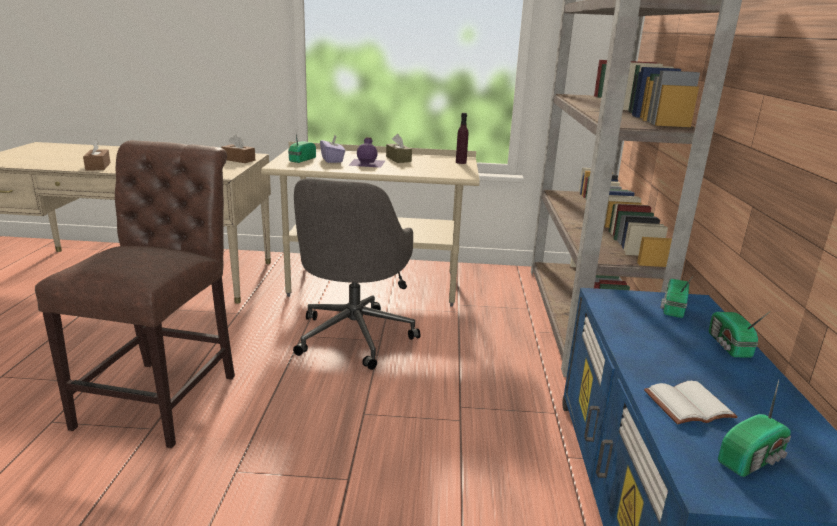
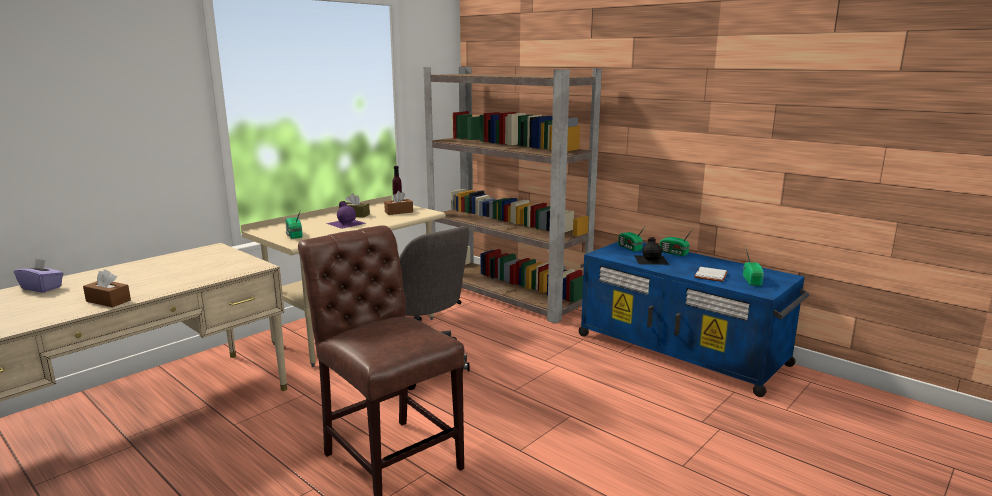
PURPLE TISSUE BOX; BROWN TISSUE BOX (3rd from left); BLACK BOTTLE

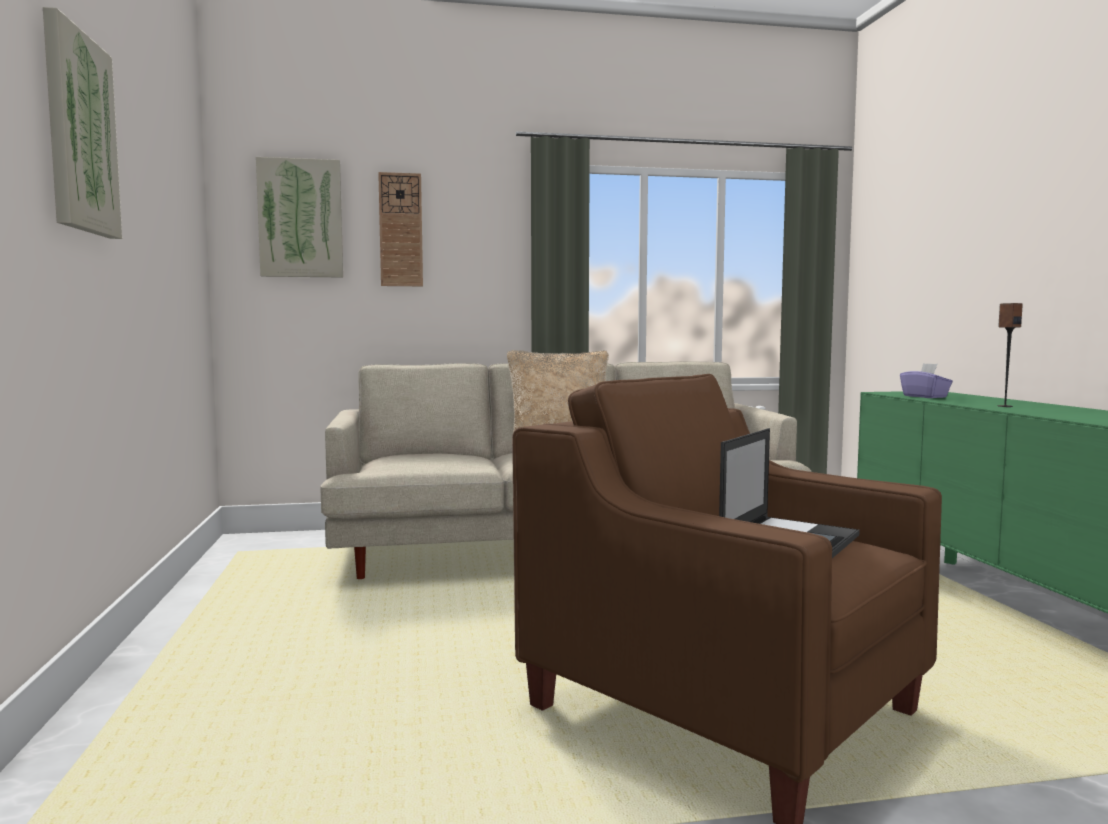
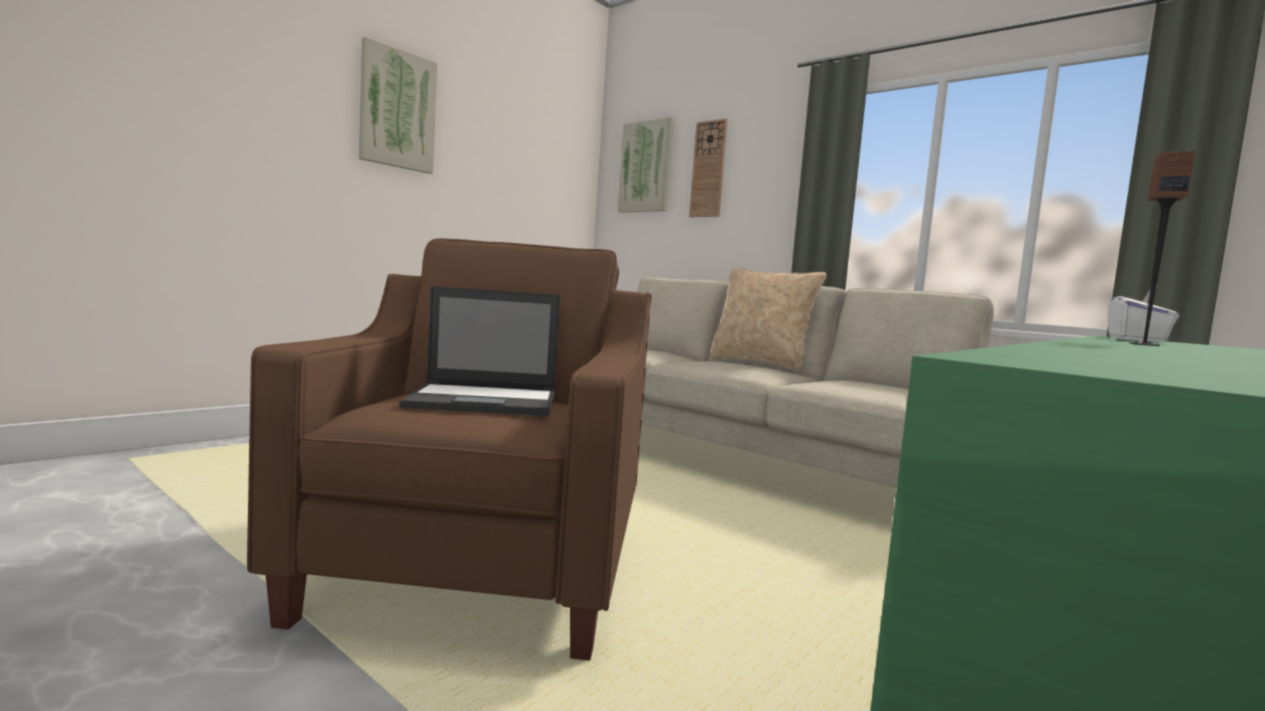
WHITE TISSUE BOX

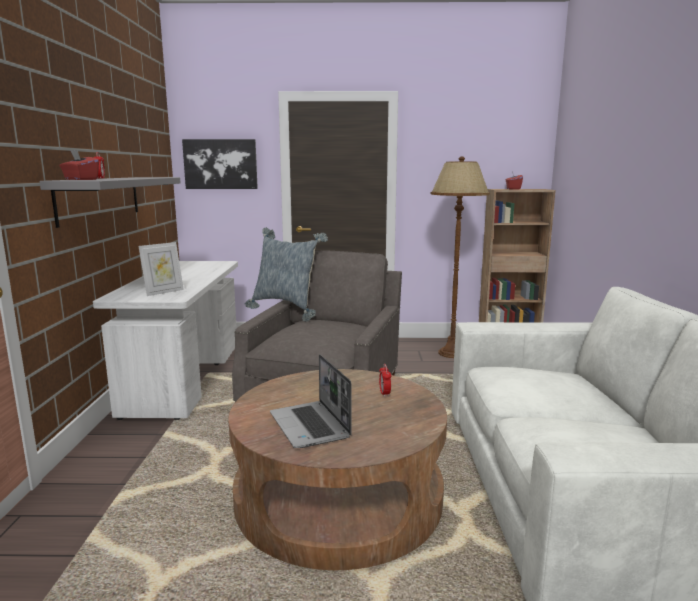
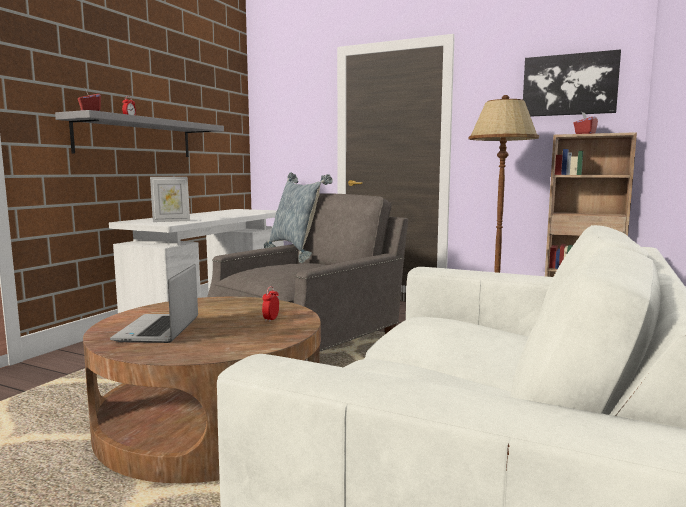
PICTURE

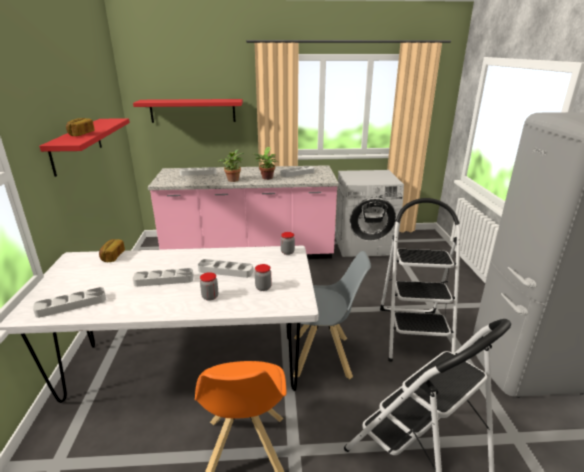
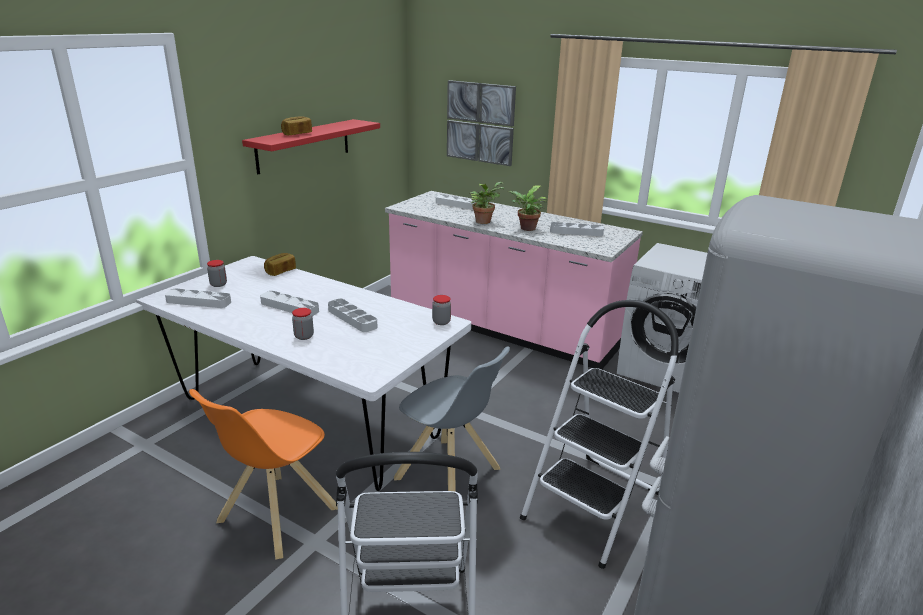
JAR (1st from left); PICTURE

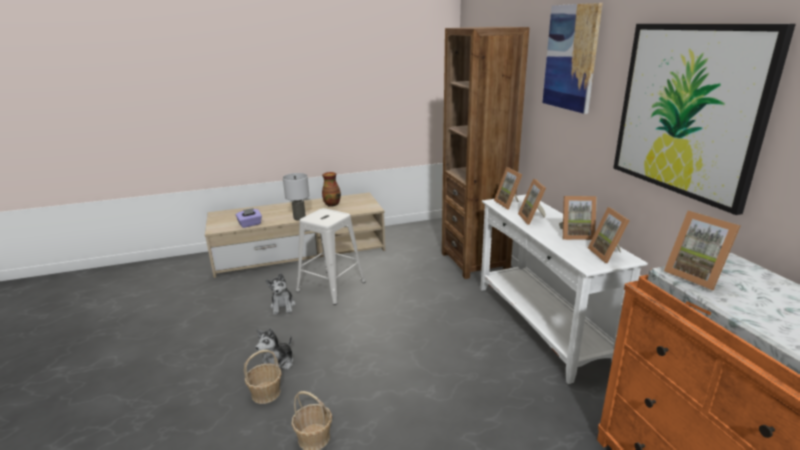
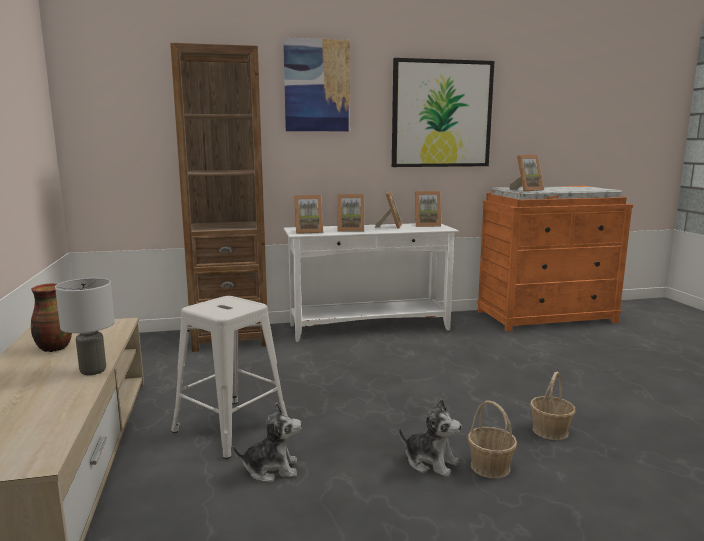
PURPLE TISSUE BOX

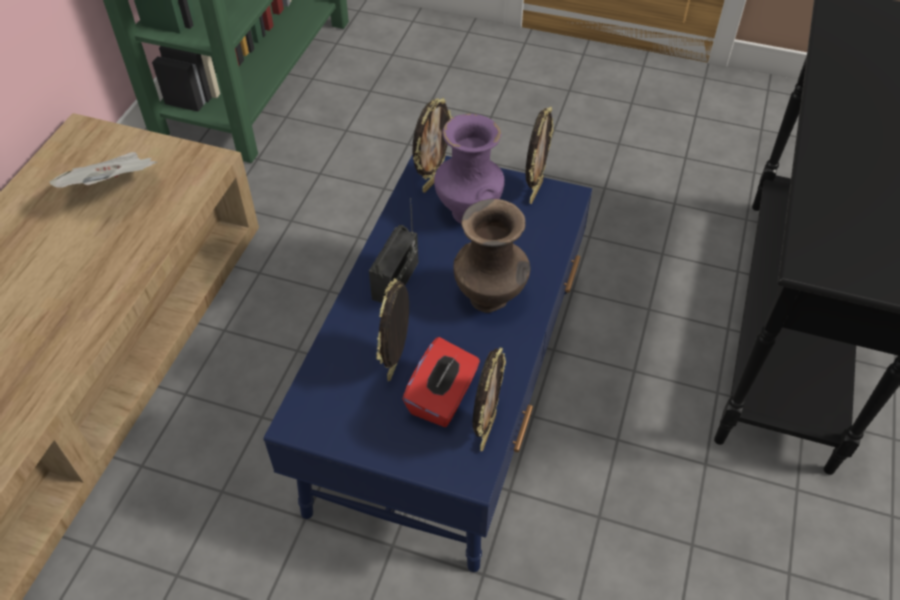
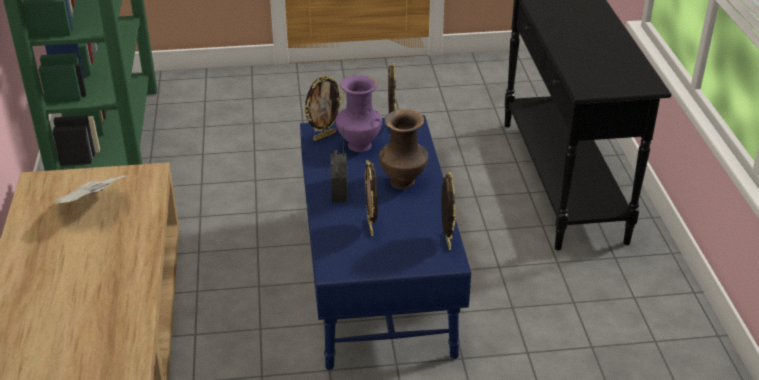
PICTURE FRAME (1st from left); RED TISSUE BOX

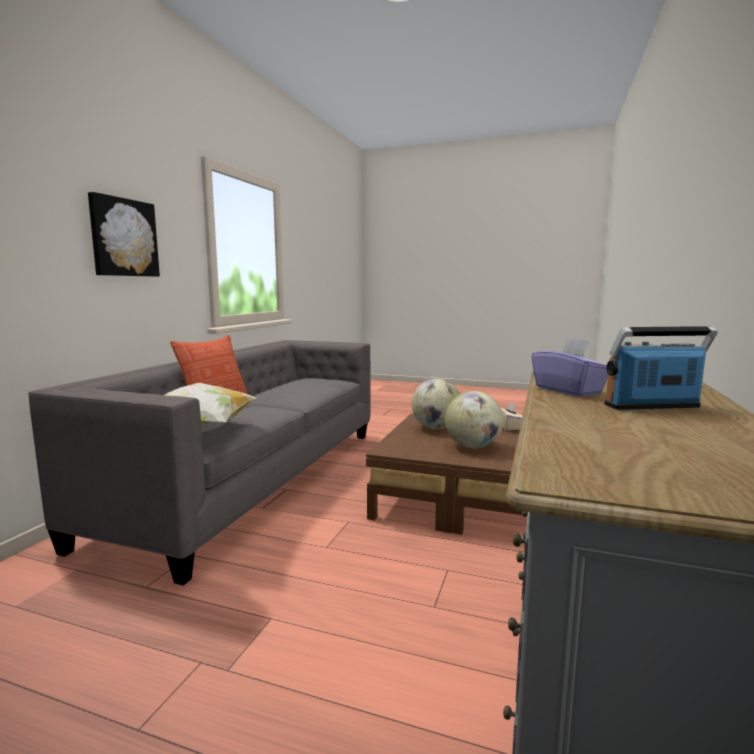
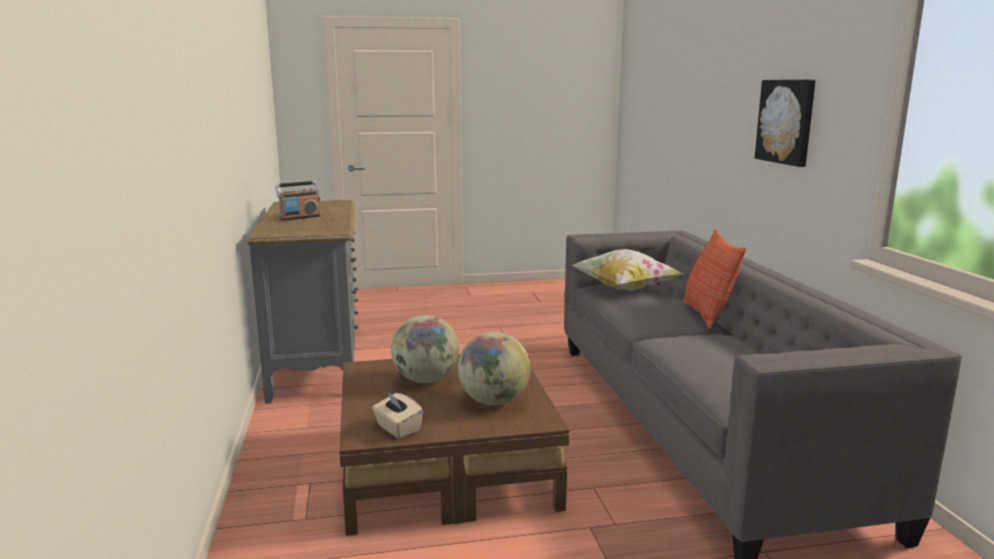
PURPLE TISSUE BOX

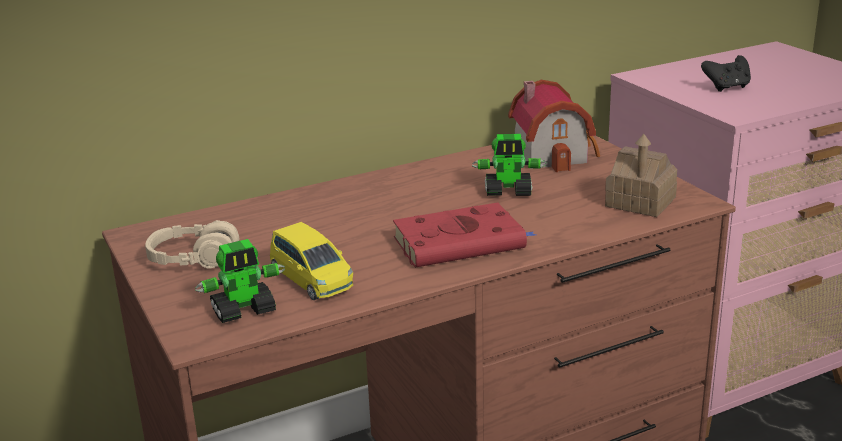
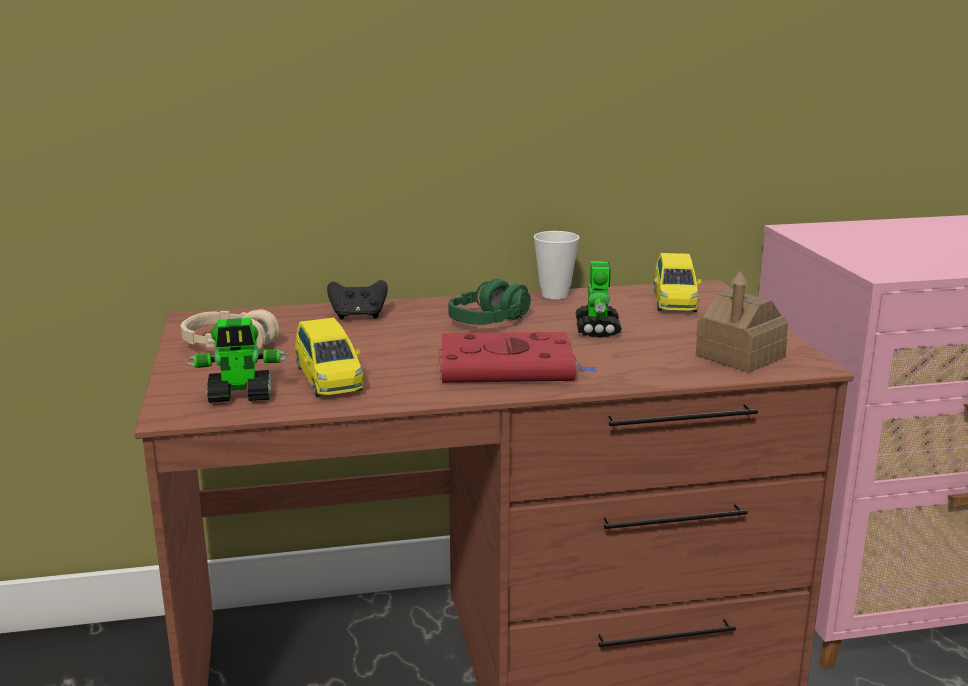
BLACK GAME CONTROLLER; GREEN HEADPHONES; CUP; TOY ROBOT (2nd from left); YELLOW TOY CAR (2nd from left)

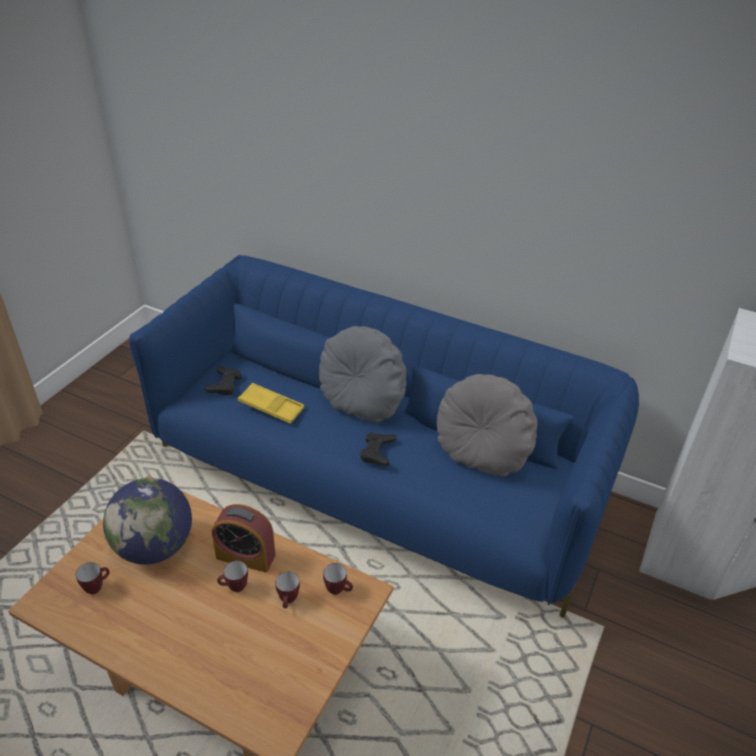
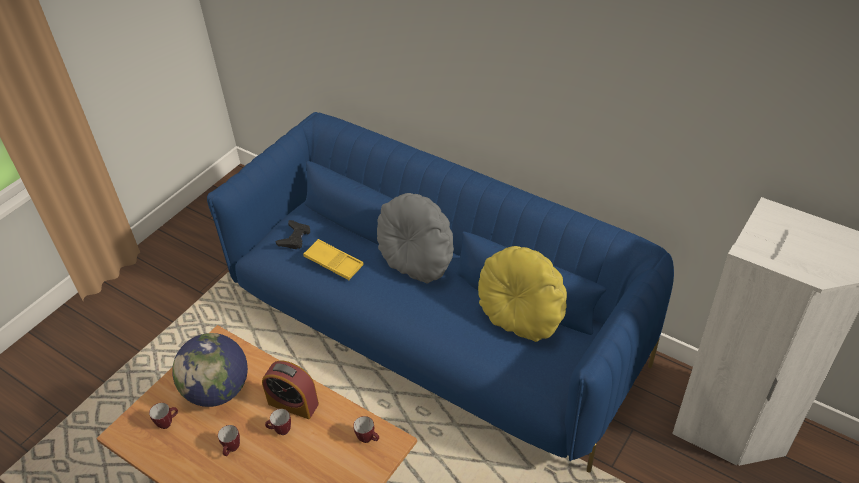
MUG (2nd from left); YELLOW PILLOW; BLACK GAME CONTROLLER (2nd from left in the first image)

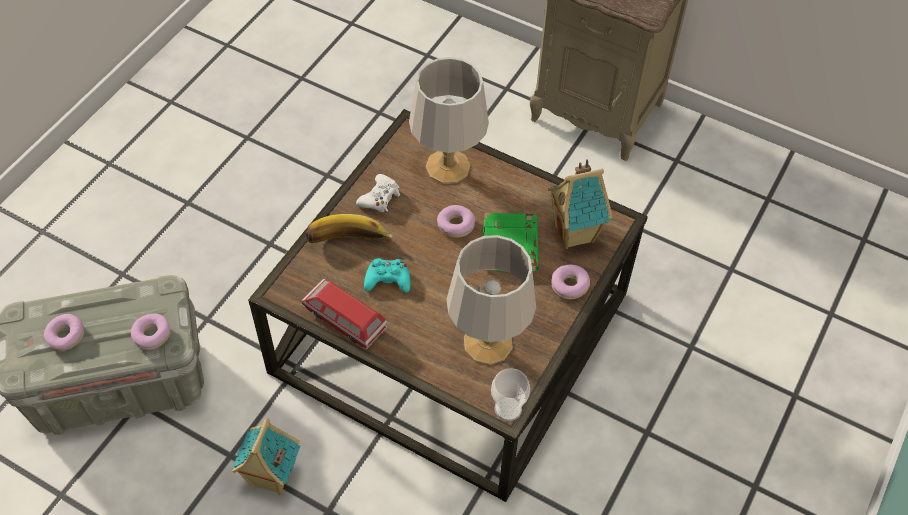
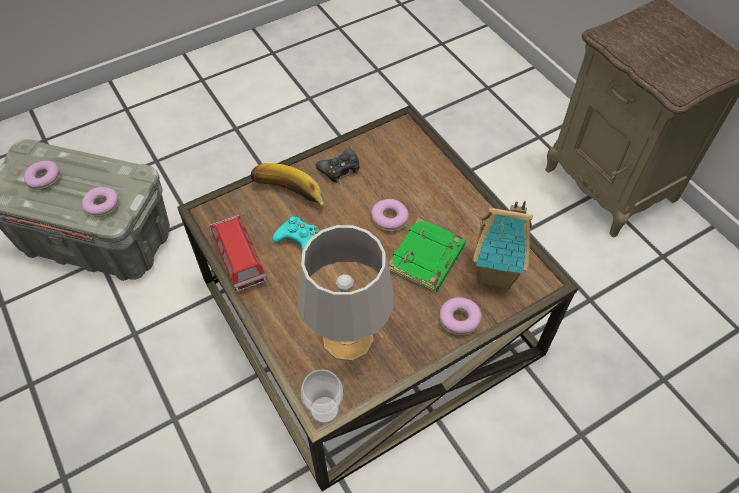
BLACK GAME CONTROLLER; TOY HOUSE (1st from left in the first image); GREY TABLE LAMP (1st from left in the first image)

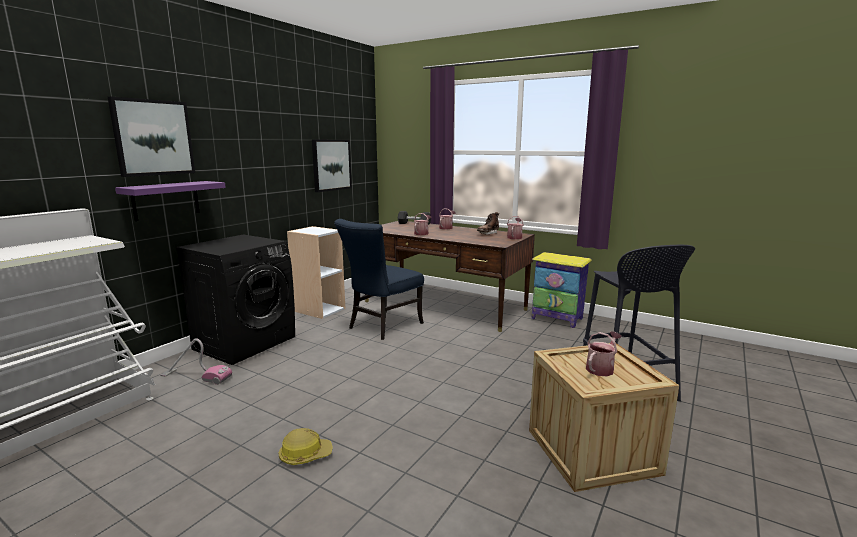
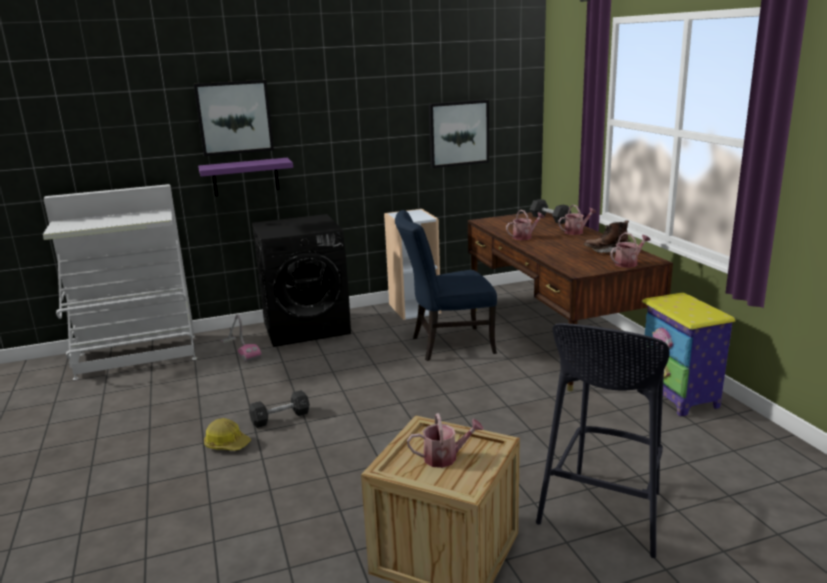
BLACK DUMBBELL (1st from left)

